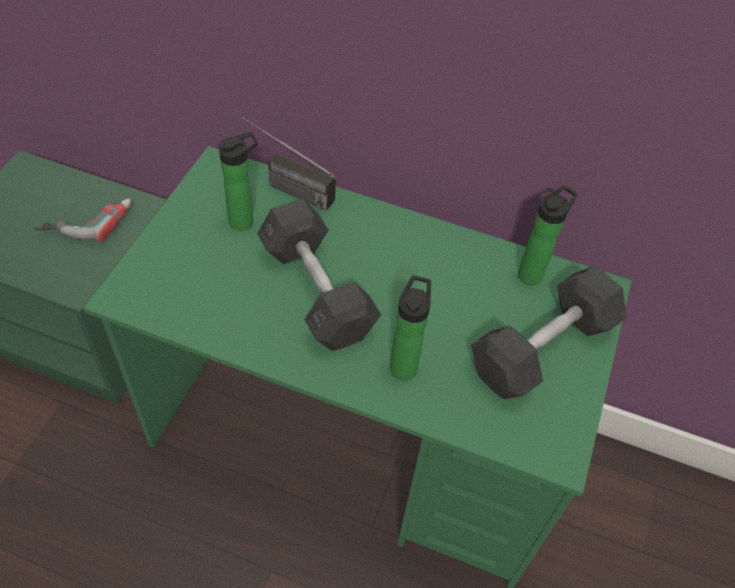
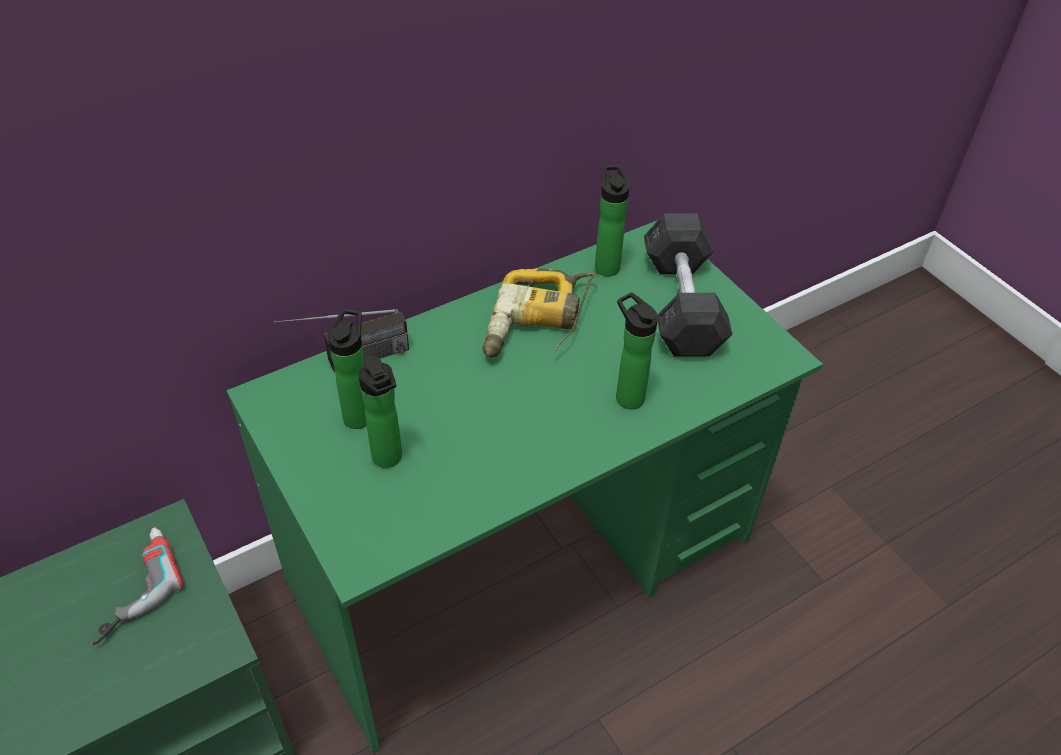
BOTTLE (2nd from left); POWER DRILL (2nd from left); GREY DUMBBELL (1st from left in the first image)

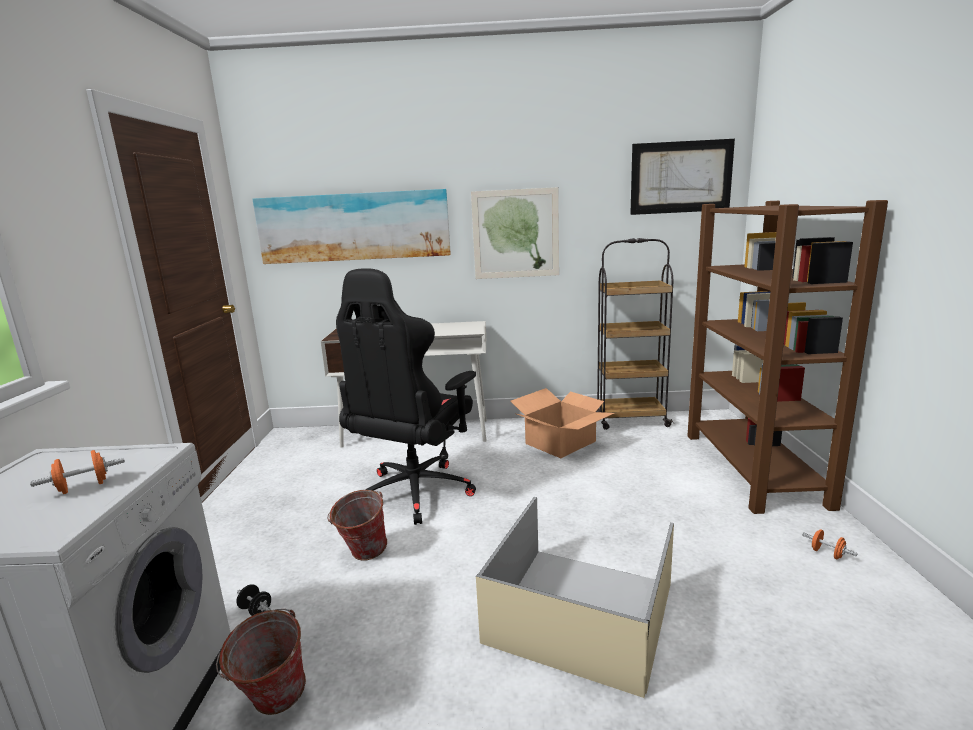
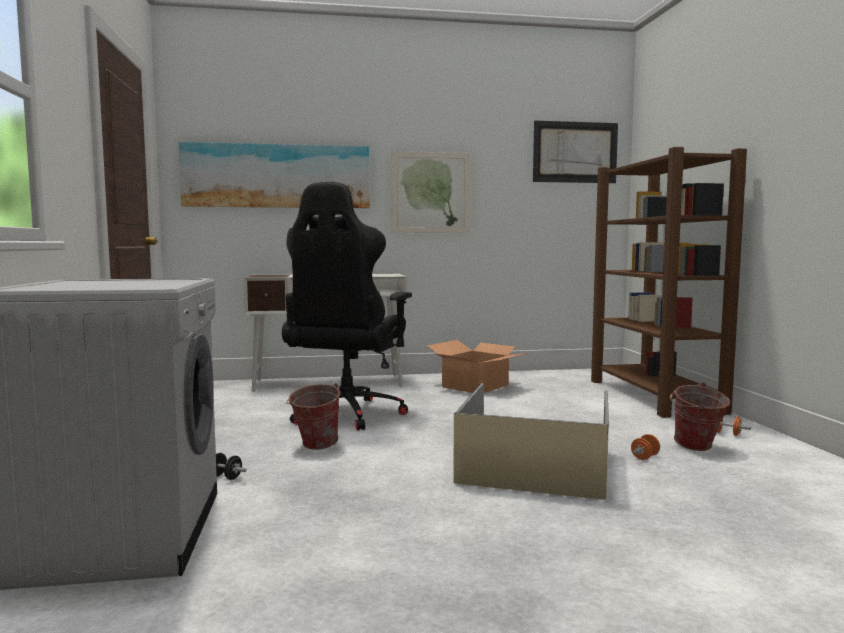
ORANGE DUMBBELL (1st from left); BUCKET (2nd from left); BROWN CART

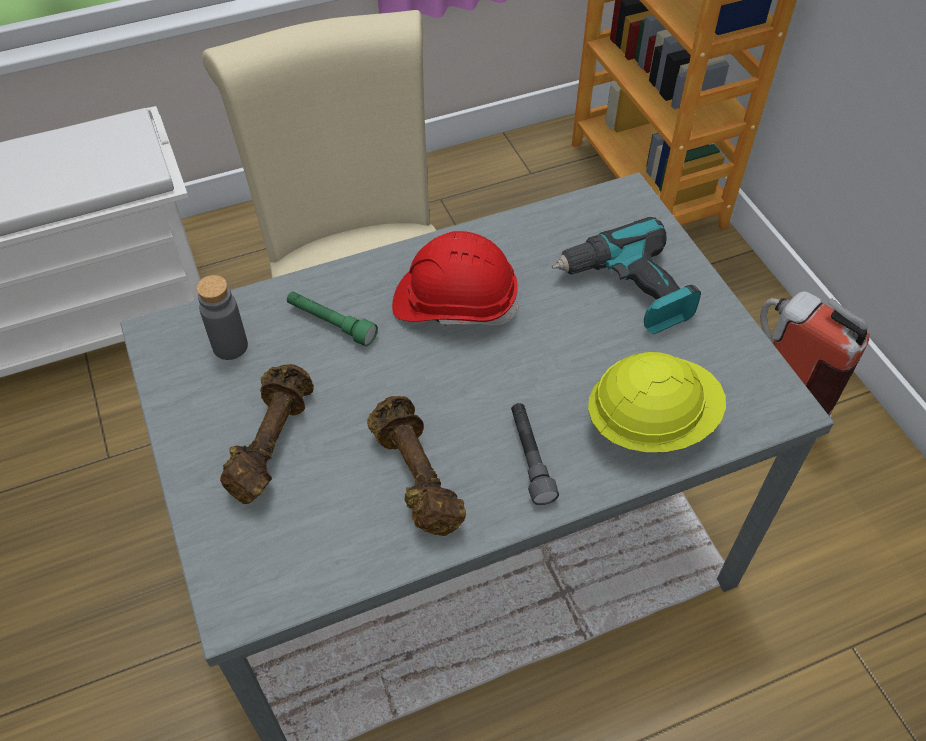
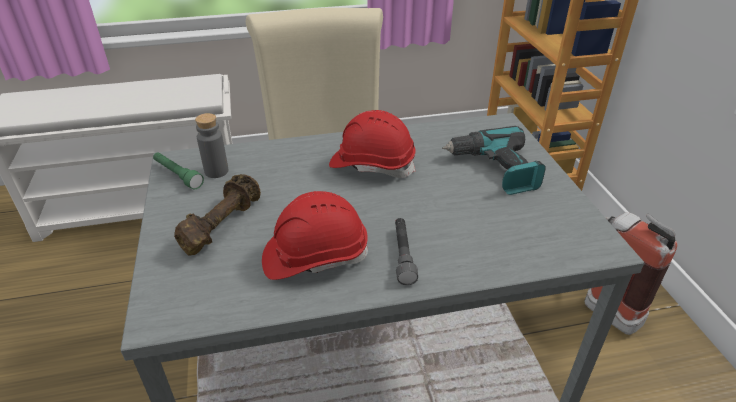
GREEN FLASHLIGHT; RED HARD HAT (1st from left); YELLOW HARD HAT

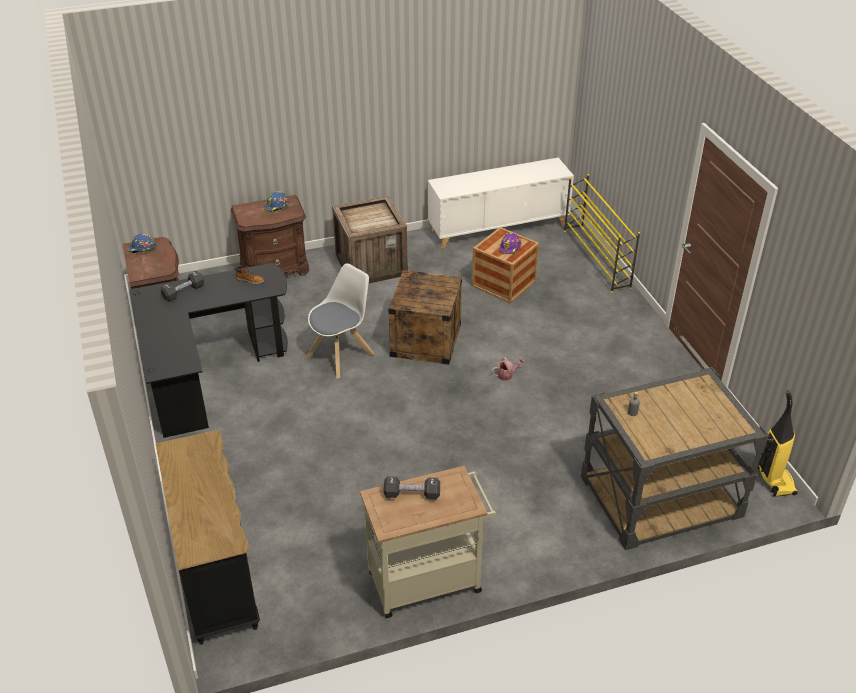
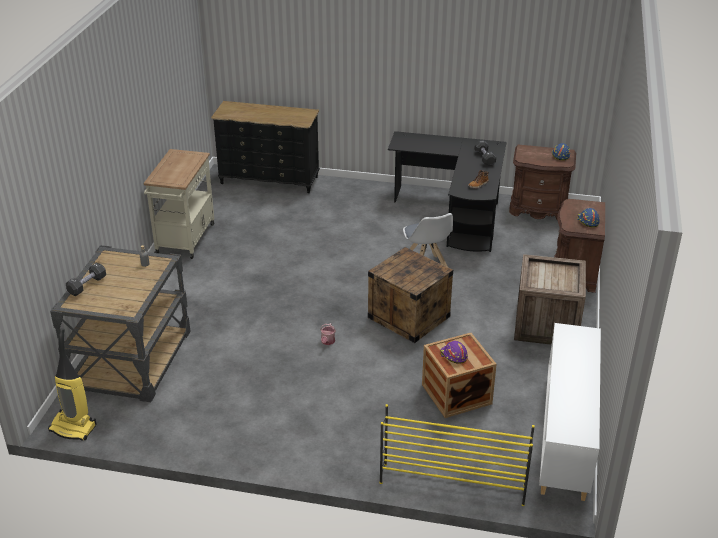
BLACK DUMBBELL (1st from left)

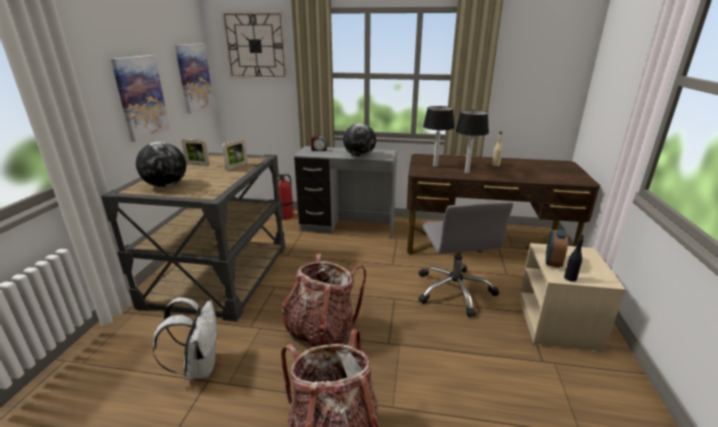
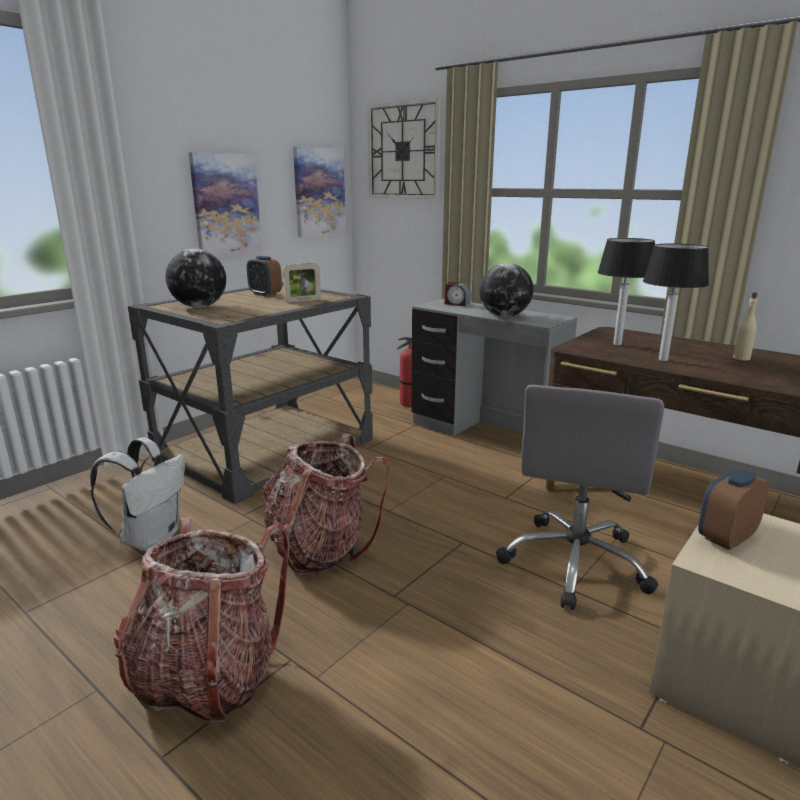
ALARM CLOCK (1st from left); BLACK BOTTLE

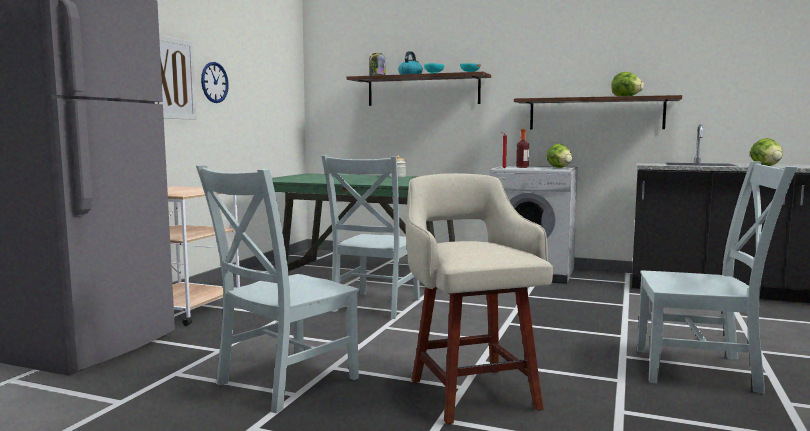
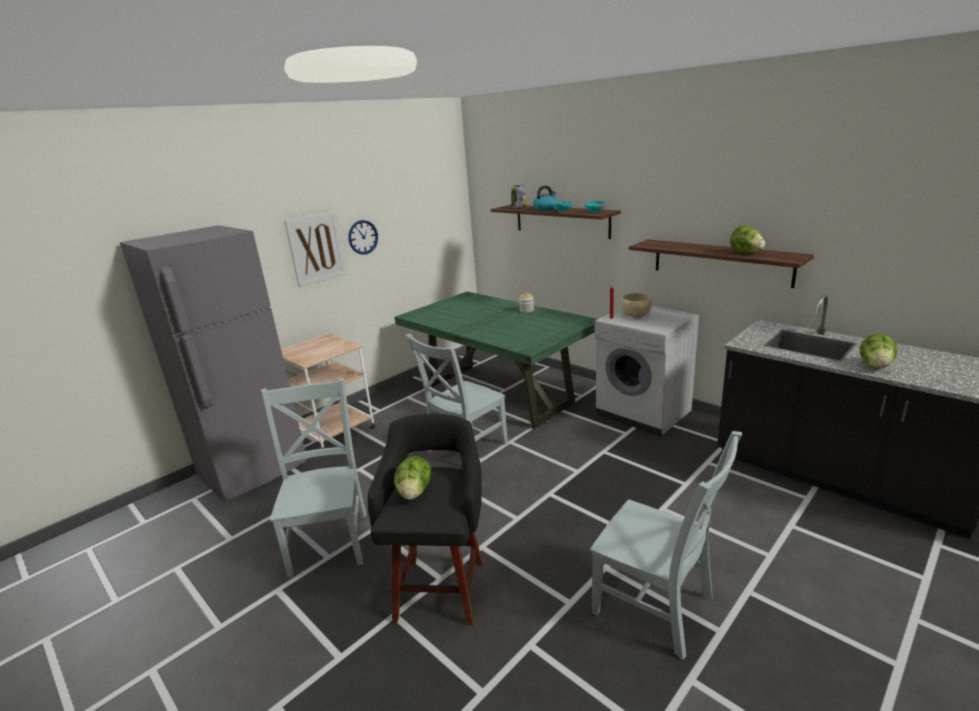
GREY CHAIR (1st from left); BLACK STOOL; LETTUCE (1st from left); BEIGE BOWL

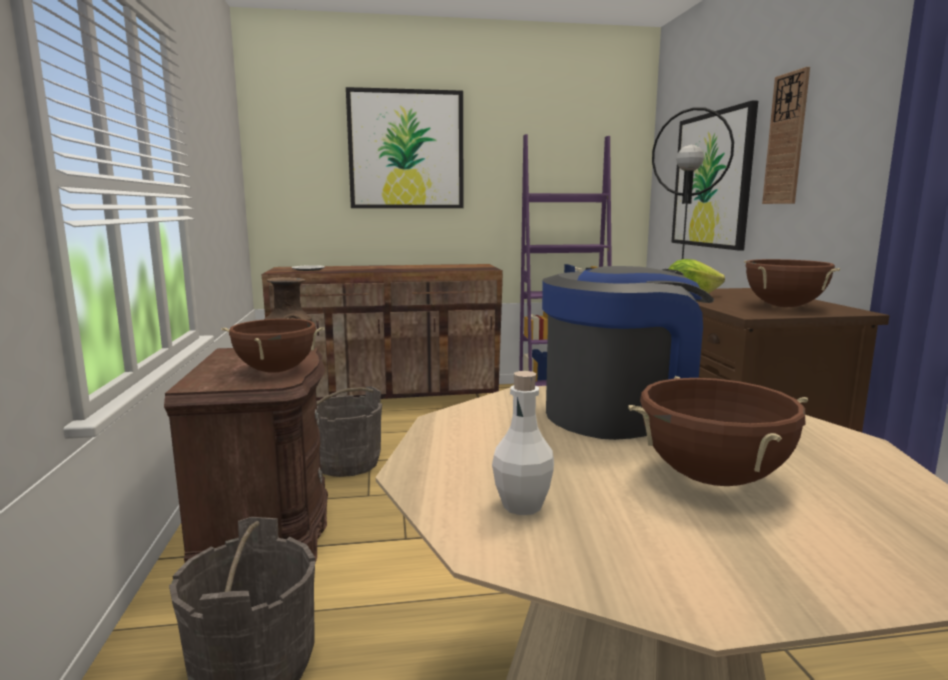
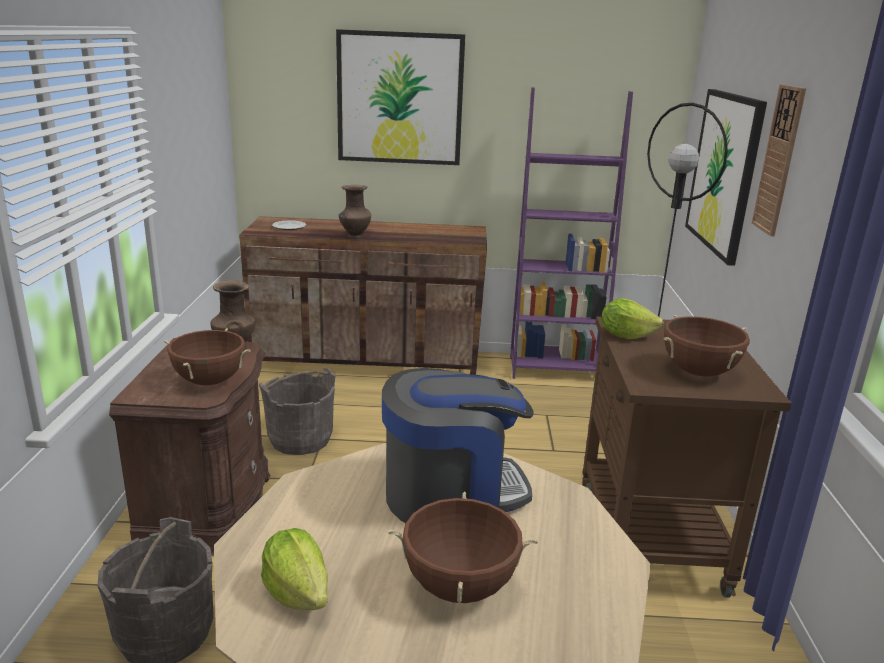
LETTUCE (1st from left); BROWN VASE (2nd from left)

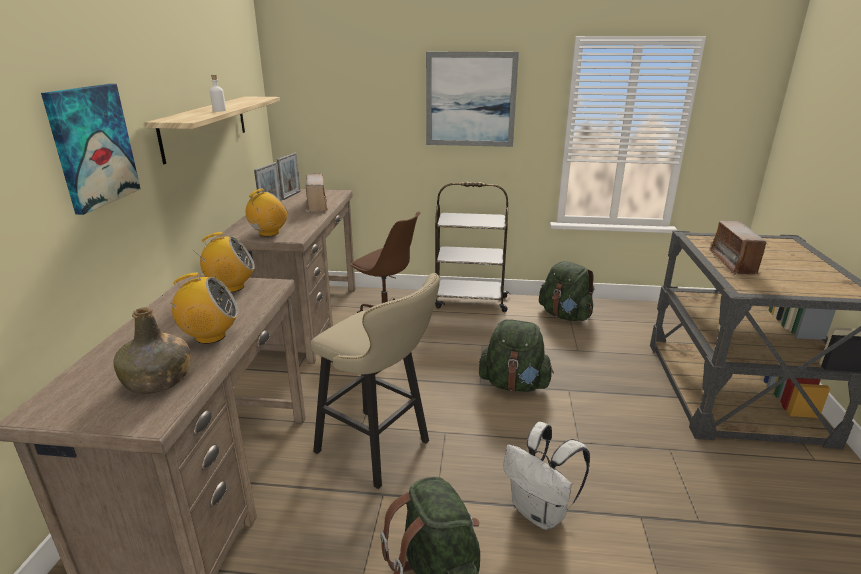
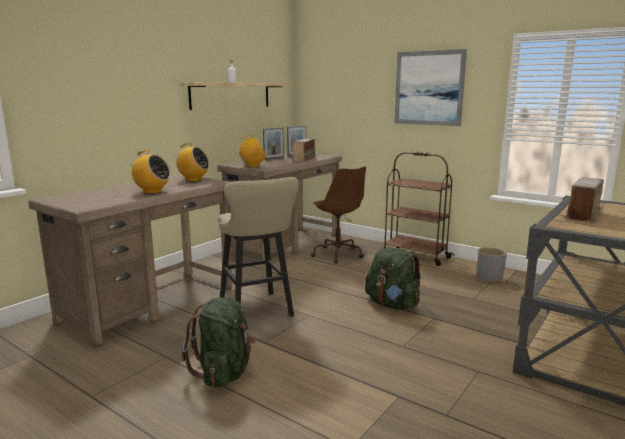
BROWN CART; GREY PLANTER; PICTURE (1st from left in the first image); GREEN BOTTLE; WHITE BACKPACK

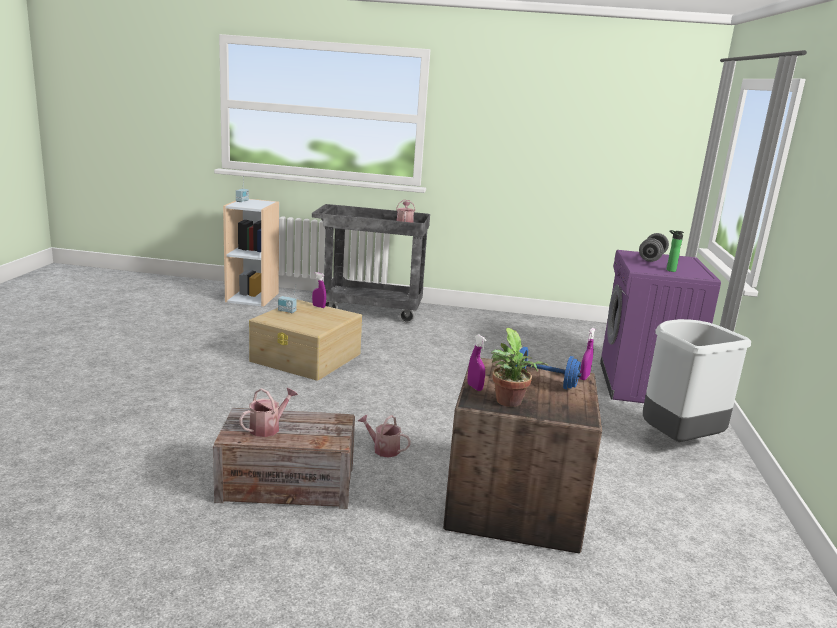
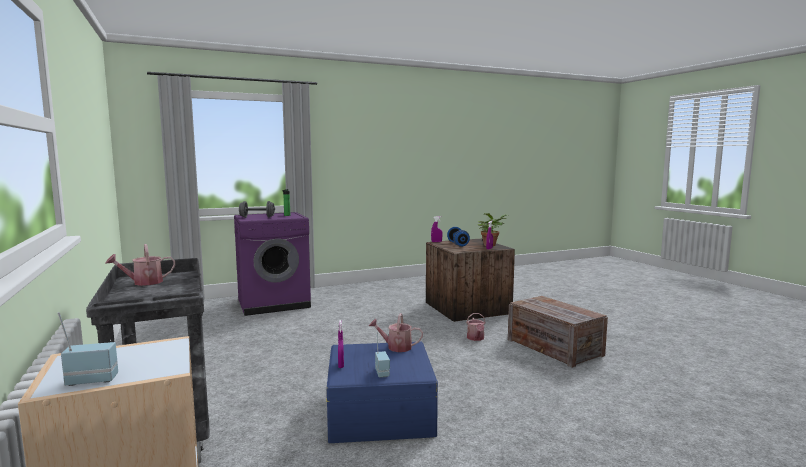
BLUE STORAGE BOX; WATERING CAN (2nd from left); GREY TRASH CAN

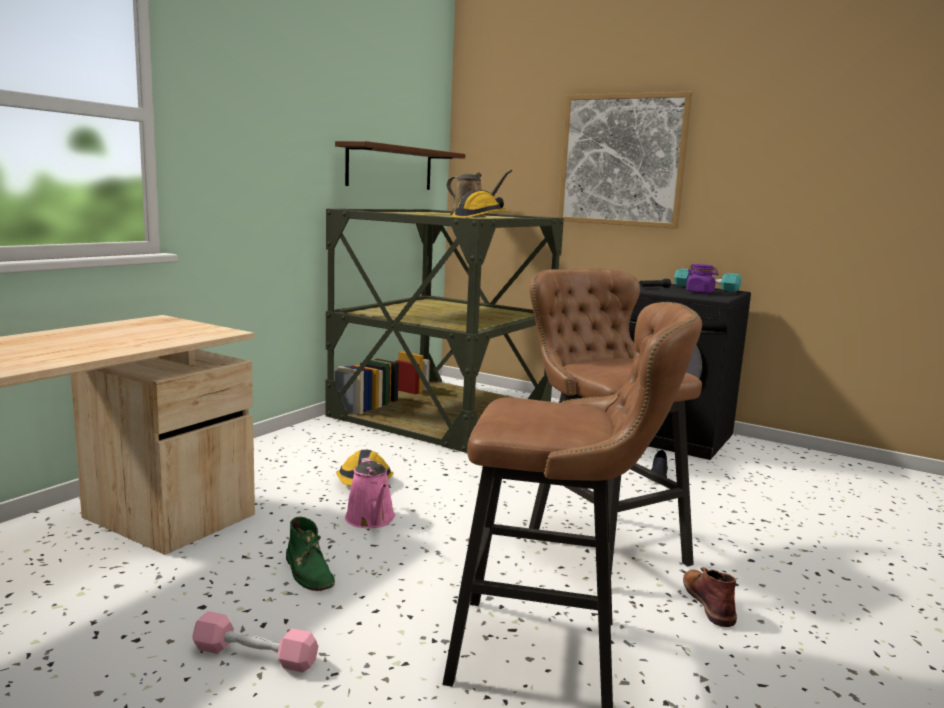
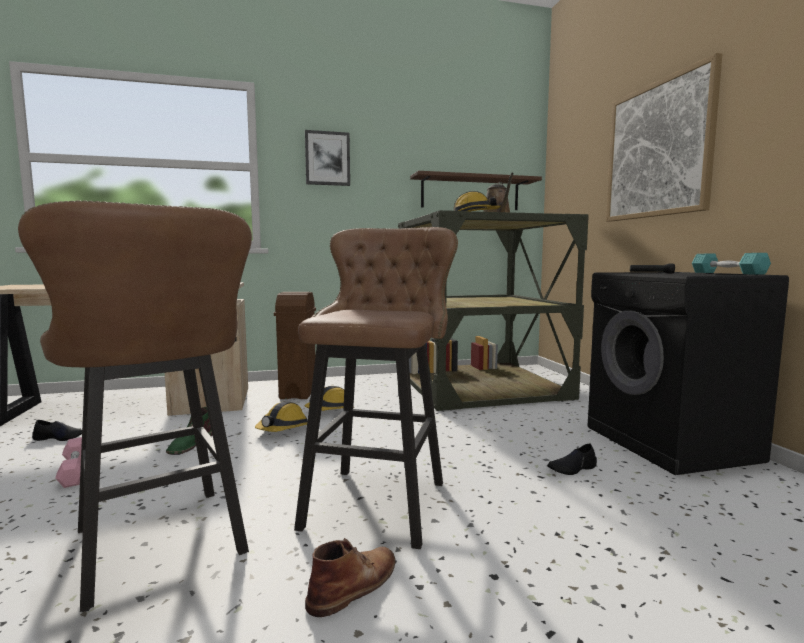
BLACK SHOE (1st from left); HARD HAT (1st from left); BROWN TRASH CAN; PICTURE (1st from left); PURPLE JAR

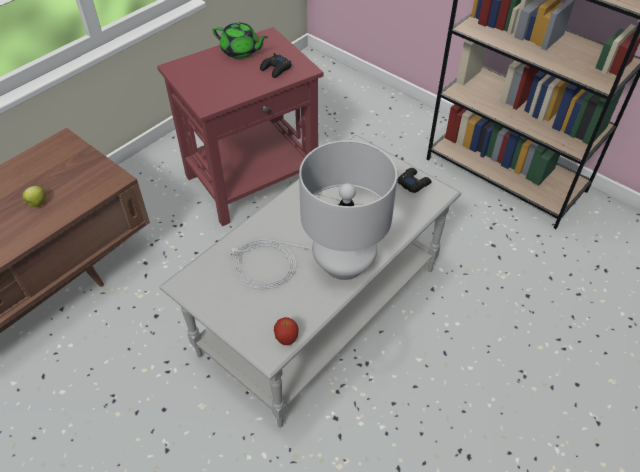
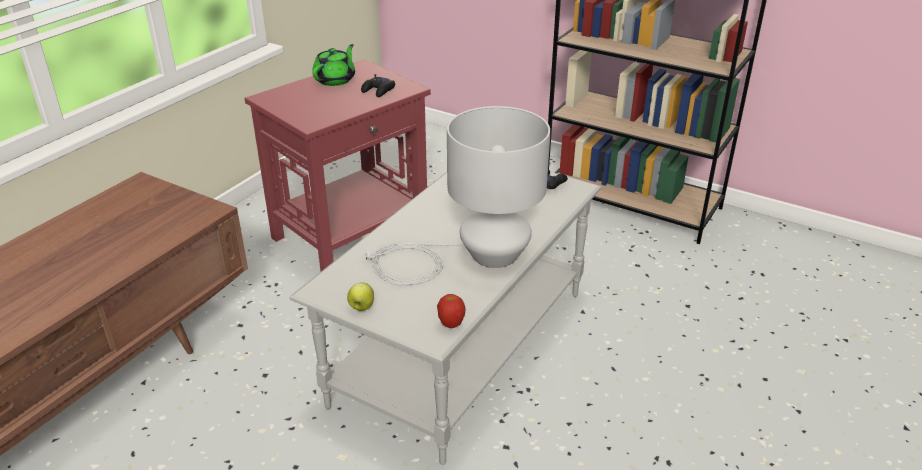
GREEN TEAPOT; APPLE (1st from left)

